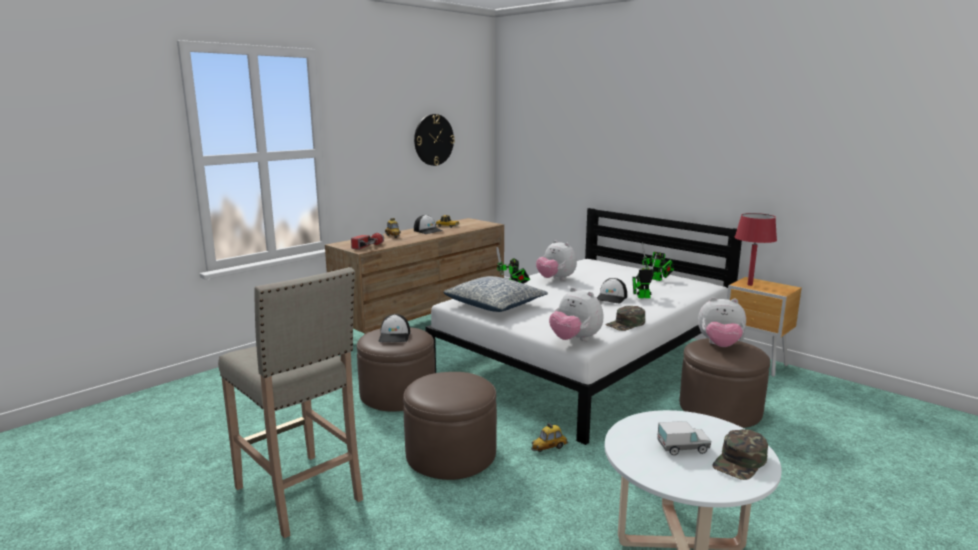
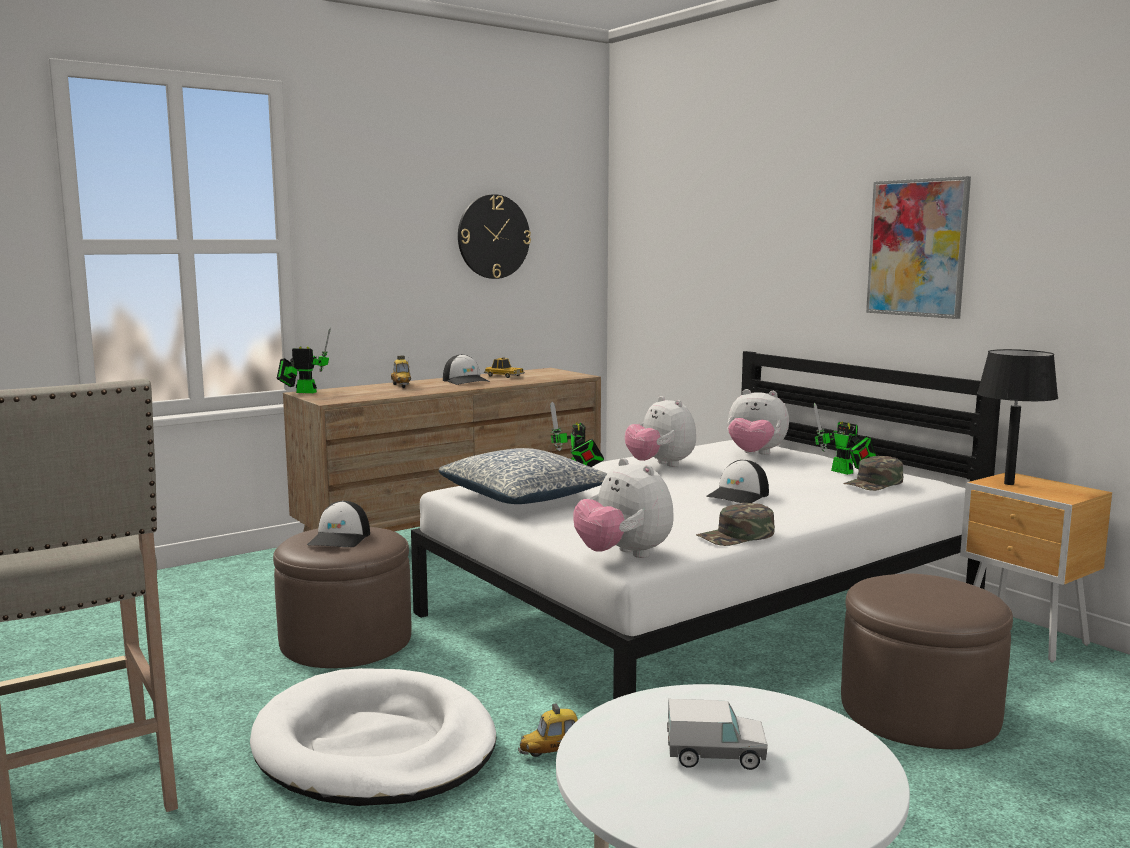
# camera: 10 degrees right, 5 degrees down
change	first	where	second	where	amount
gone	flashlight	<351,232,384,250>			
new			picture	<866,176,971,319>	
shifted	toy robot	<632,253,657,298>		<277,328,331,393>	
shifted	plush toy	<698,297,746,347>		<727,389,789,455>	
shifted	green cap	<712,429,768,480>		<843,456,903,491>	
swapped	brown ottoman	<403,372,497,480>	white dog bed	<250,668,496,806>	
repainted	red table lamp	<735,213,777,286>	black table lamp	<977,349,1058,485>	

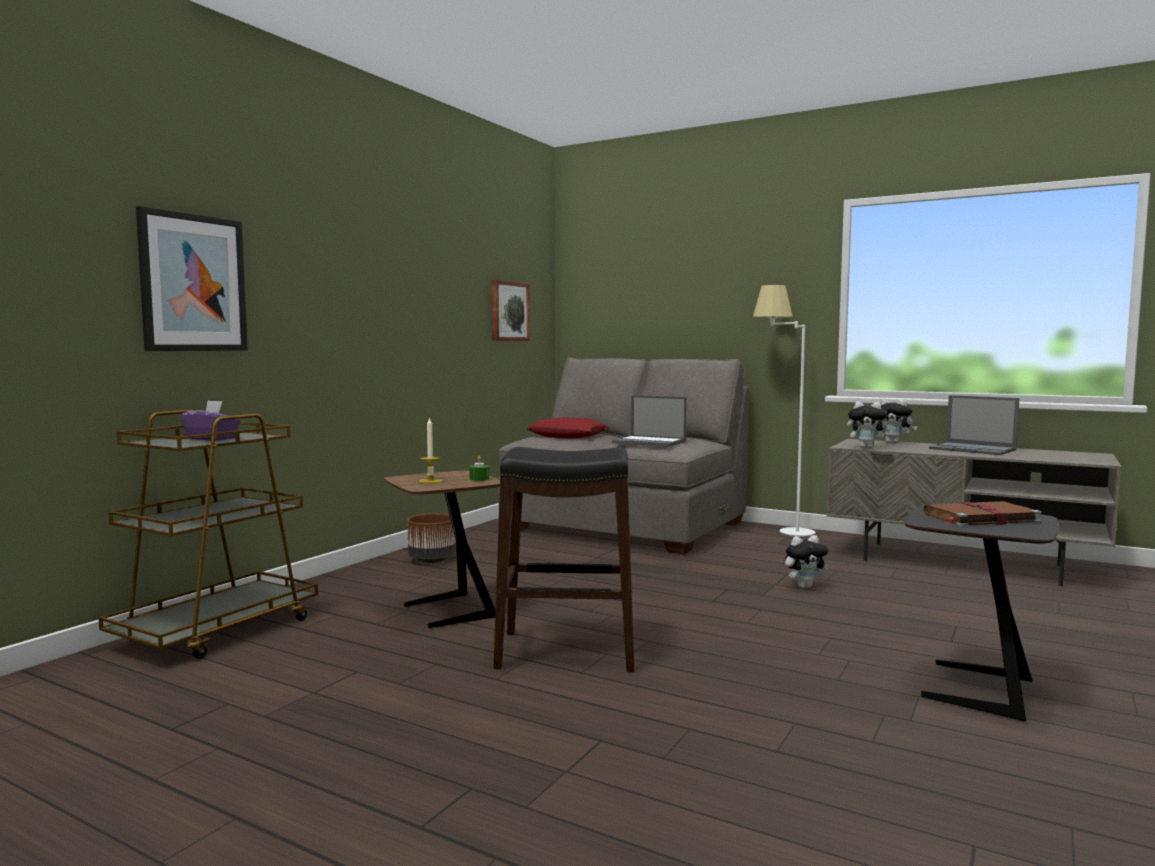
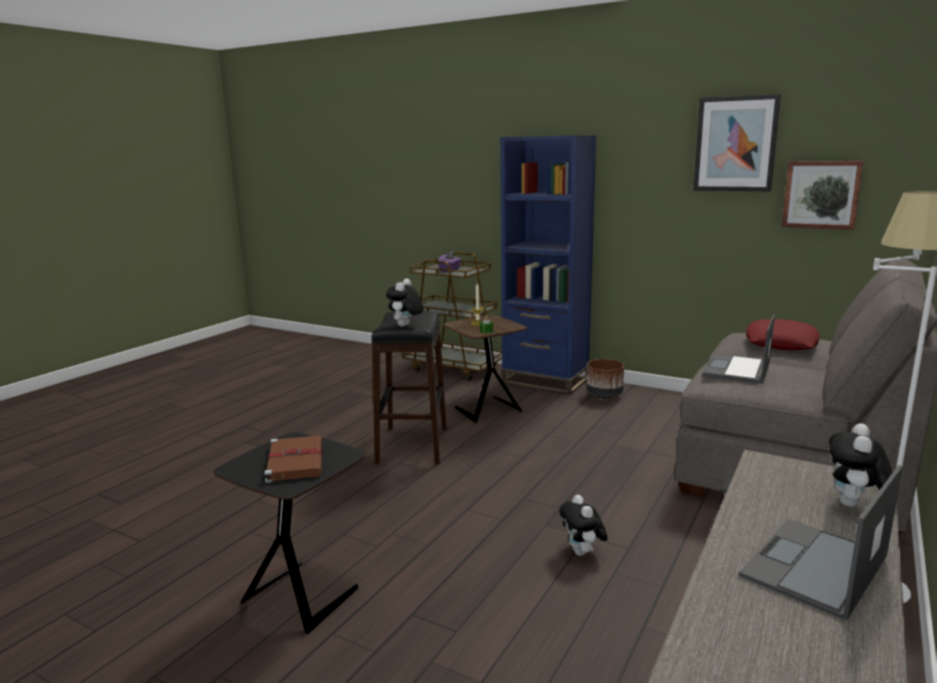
# camera: 90 degrees right, 10 degrees up
change	first	where	second	where	amount
new			blue bookcase	<500,135,597,395>	
shifted	picture	<136,206,248,351>		<693,94,781,192>	
shifted	plush toy	<847,401,893,449>		<386,278,423,327>	

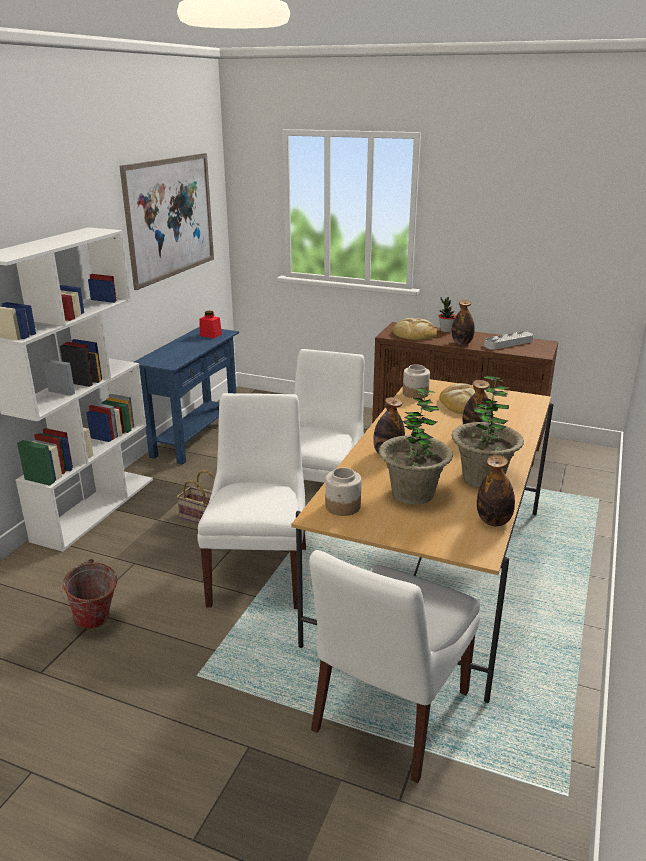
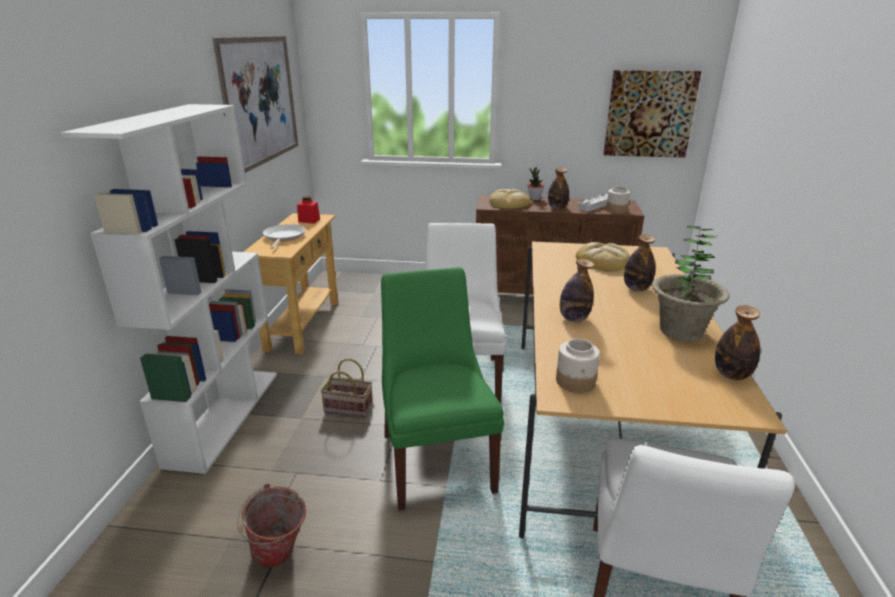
# camera: 15 degrees left, 0 degrees up
change	first	where	second	where	amount
gone	potted plant	<379,388,453,505>			
new			frying pan	<263,224,306,249>	
new			picture	<603,70,701,158>	
shifted	jar	<403,364,430,398>		<606,187,630,214>	
repainted	blue console table	<134,327,239,465>	beige console table	<244,213,338,354>	
repainted	white chair	<197,393,306,609>	green chair	<381,267,504,511>	

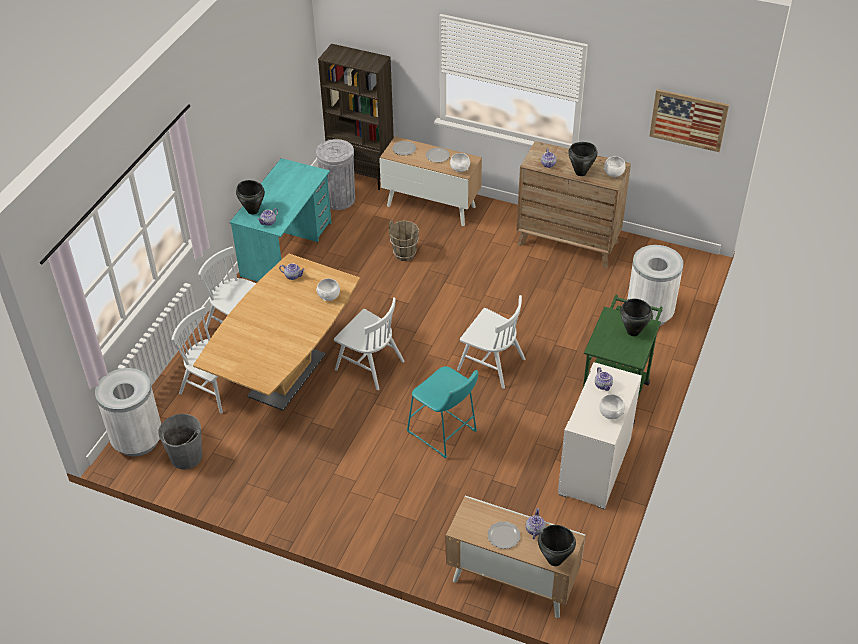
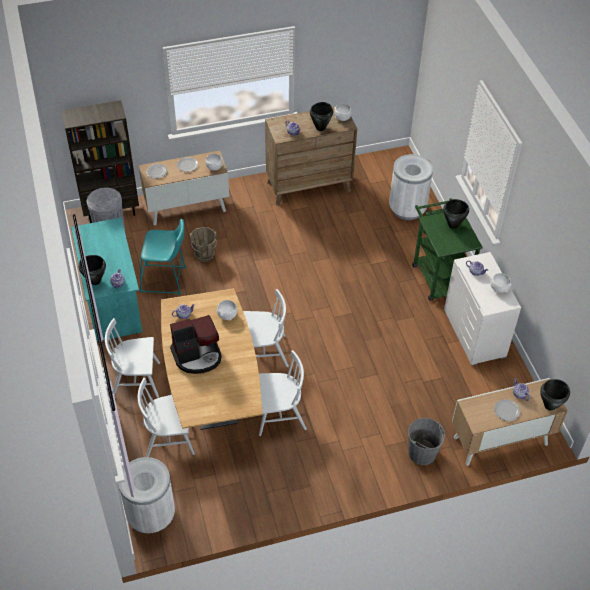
# camera: 40 degrees left, 5 degrees up
change	first	where	second	where	amount
gone	picture	<649,89,729,152>			
new			coffee machine	<170,315,221,374>	
shifted	grey bucket	<158,414,203,470>		<408,418,445,465>	
shifted	turquoise stool	<406,366,478,458>		<139,219,186,295>	
shifted	white chair	<457,295,525,389>		<259,350,307,436>	

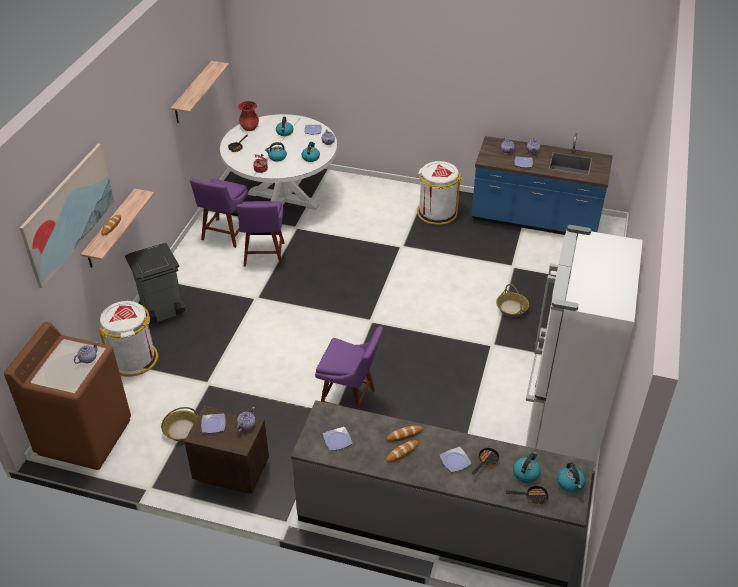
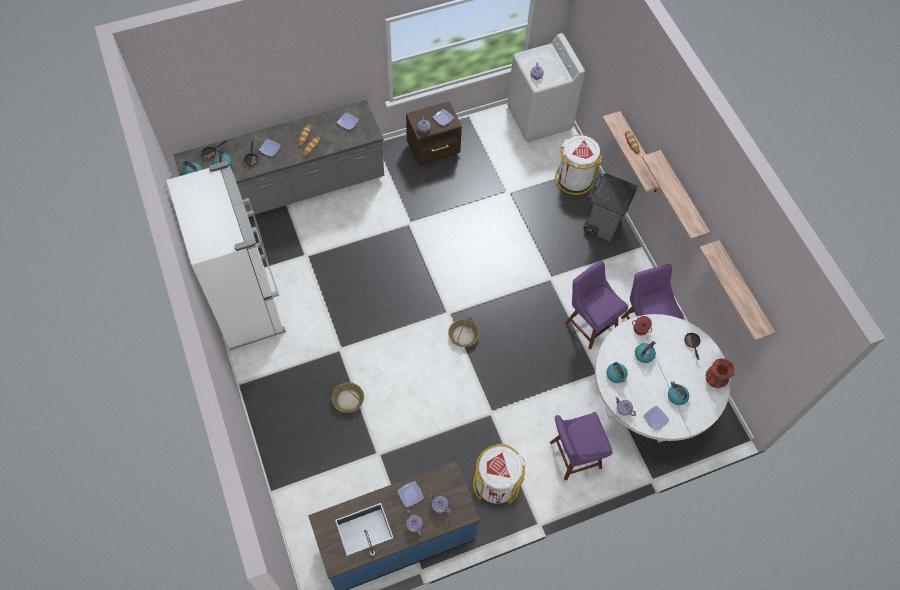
# camera: 140 degrees right, 20 degrees up
change	first	where	second	where	amount
gone	picture	<20,144,114,288>			
new			shelf	<642,150,710,240>	
shifted	basket	<161,407,198,441>		<448,317,479,347>	
shifted	purple chair	<315,326,383,410>		<550,412,612,480>	
repainted	brown washing machine	<4,322,131,470>	white washing machine	<507,33,585,142>	

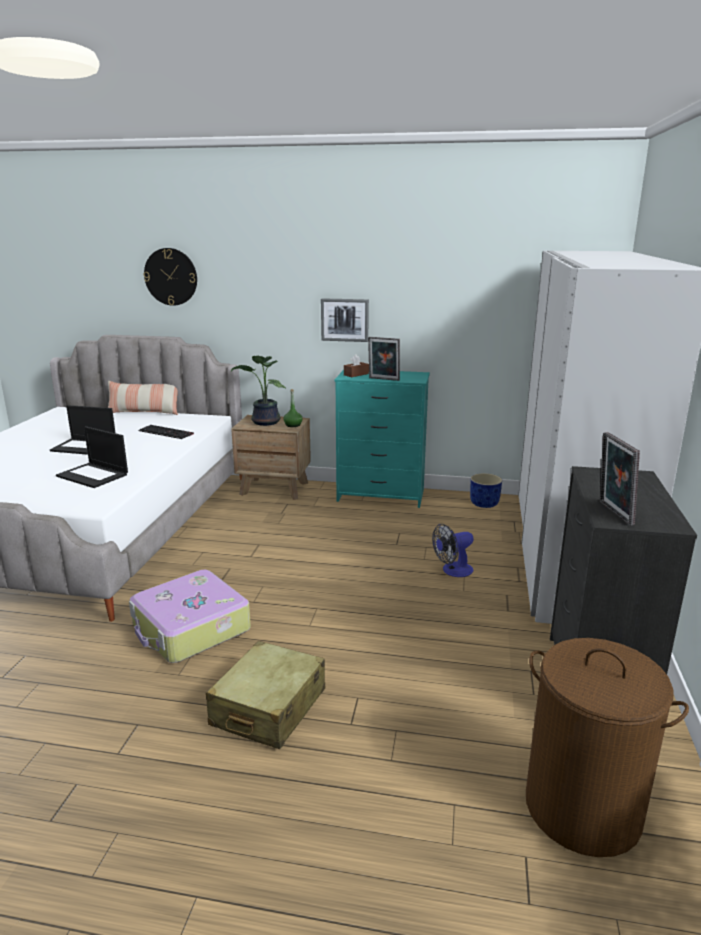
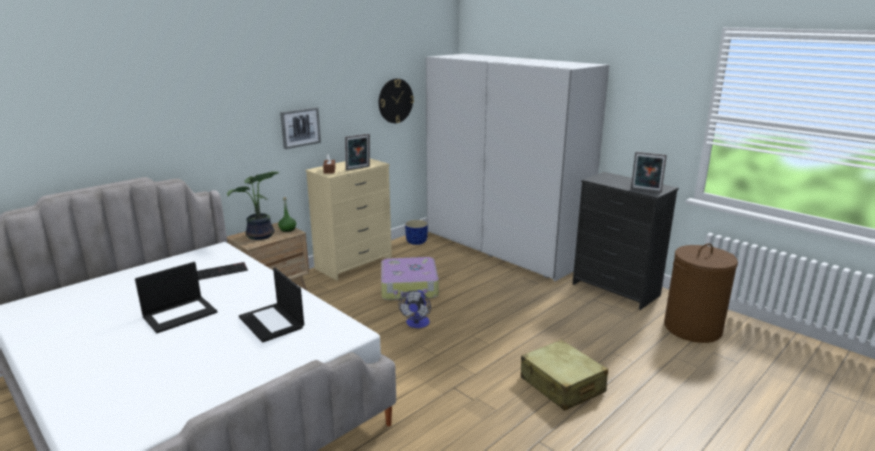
# camera: 55 degrees left, 0 degrees up
change	first	where	second	where	amount
gone	pillow	<108,381,178,415>			
shifted	suitcase	<129,570,251,663>		<381,257,439,300>	
shifted	wall clock	<144,248,197,306>		<379,79,414,123>	
shifted	fan	<432,524,474,577>		<398,290,431,328>	
repainted	turquoise dresser	<334,370,430,508>	beige dresser	<305,158,392,281>	
rotated	laptop	<56,426,128,488>		<239,268,304,343>	75 degrees clockwise

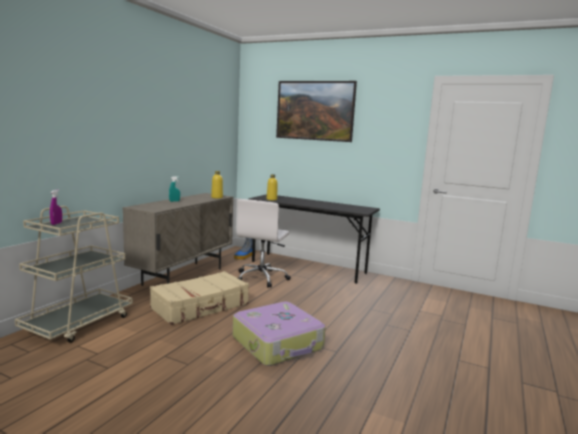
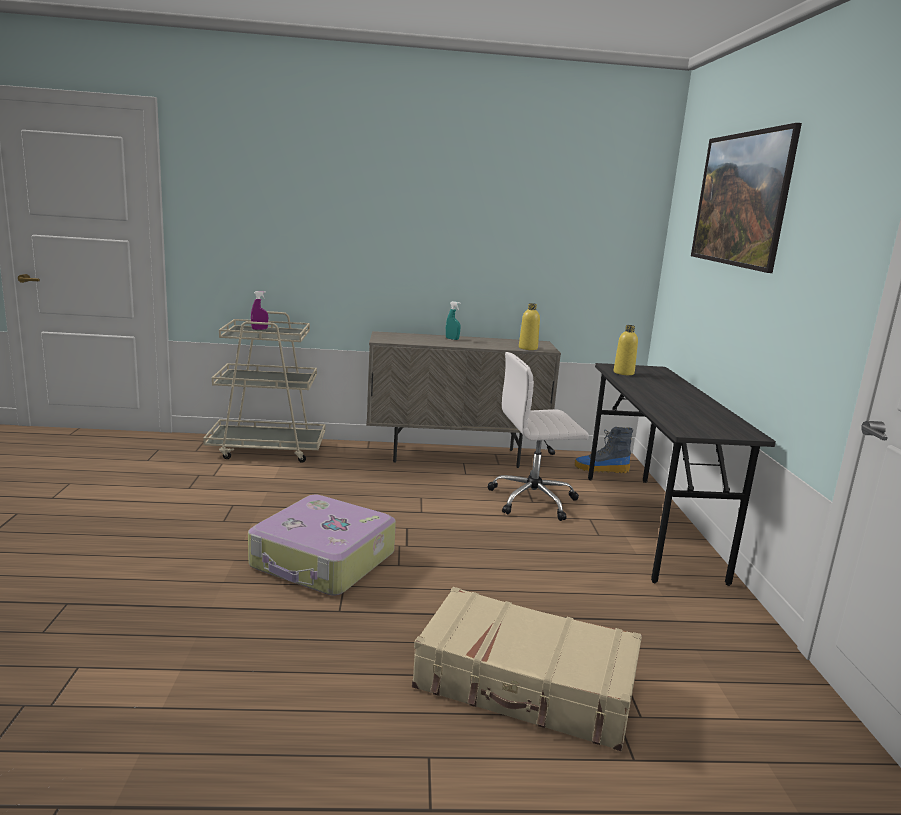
# camera: 60 degrees right, 5 degrees up
change	first	where	second	where	amount
shifted	beige suitcase	<150,271,249,325>		<412,587,642,751>	

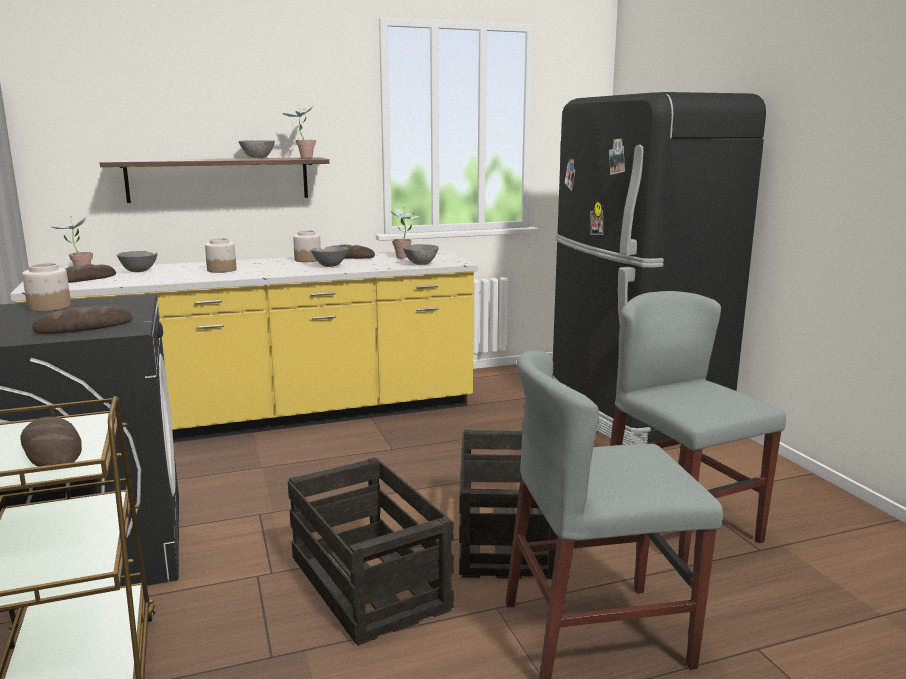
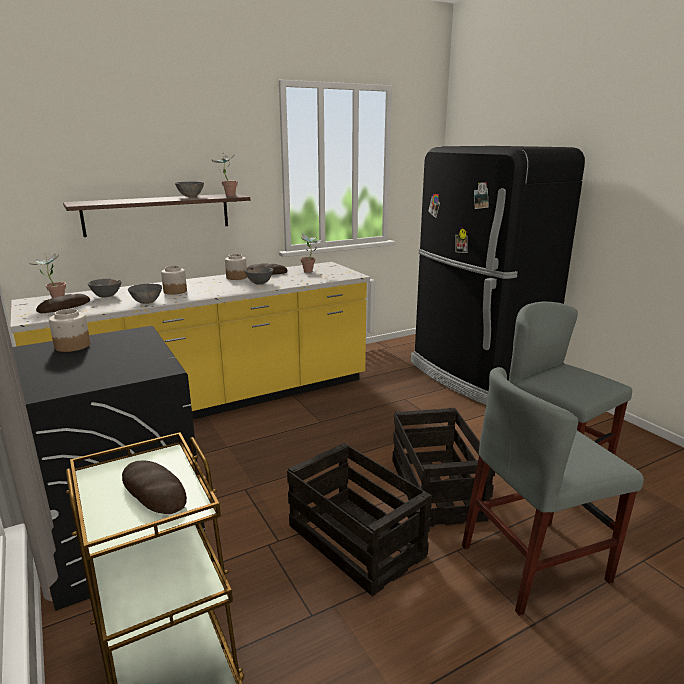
# camera: 10 degrees left, 5 degrees up
change	first	where	second	where	amount
gone	bread	<32,305,133,334>			
shifted	grey bowl	<403,244,439,265>		<128,284,162,304>	

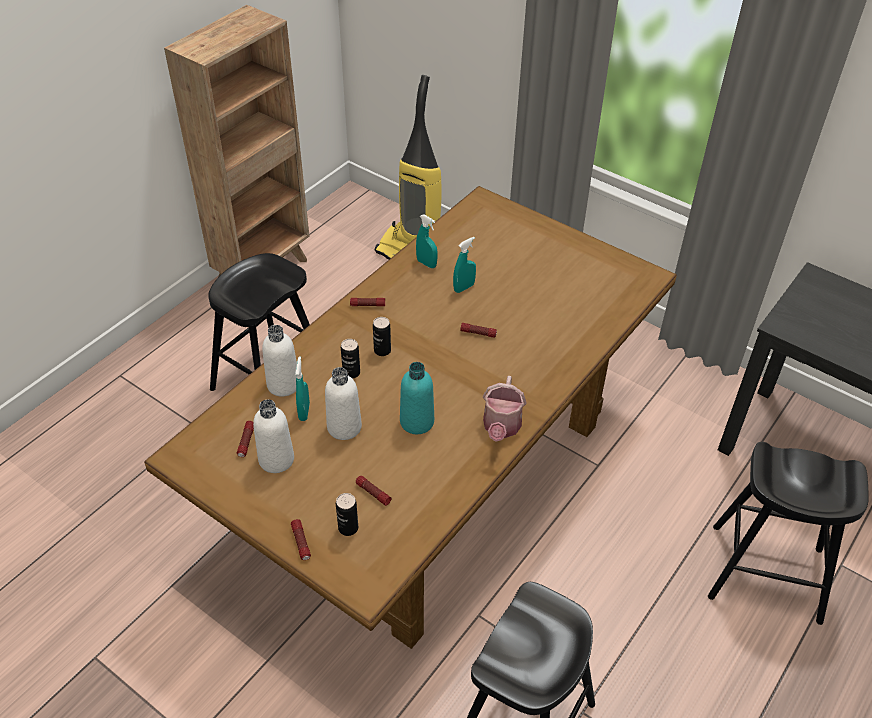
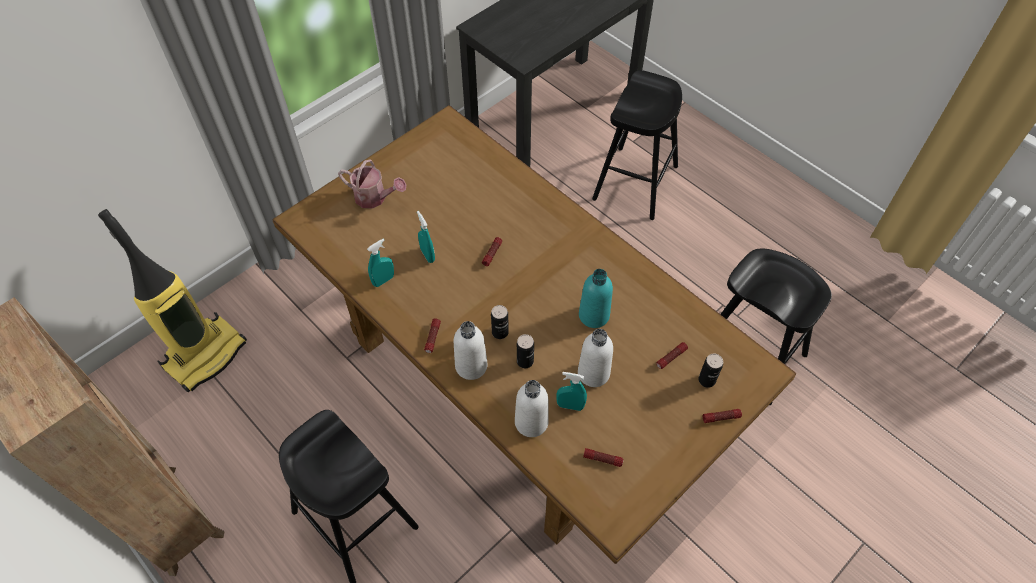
# camera: 80 degrees left, 10 degrees up
change	first	where	second	where	amount
shifted	white bottle	<253,400,294,473>		<454,321,487,380>	
shifted	watering can	<483,376,527,442>		<338,159,406,209>	

